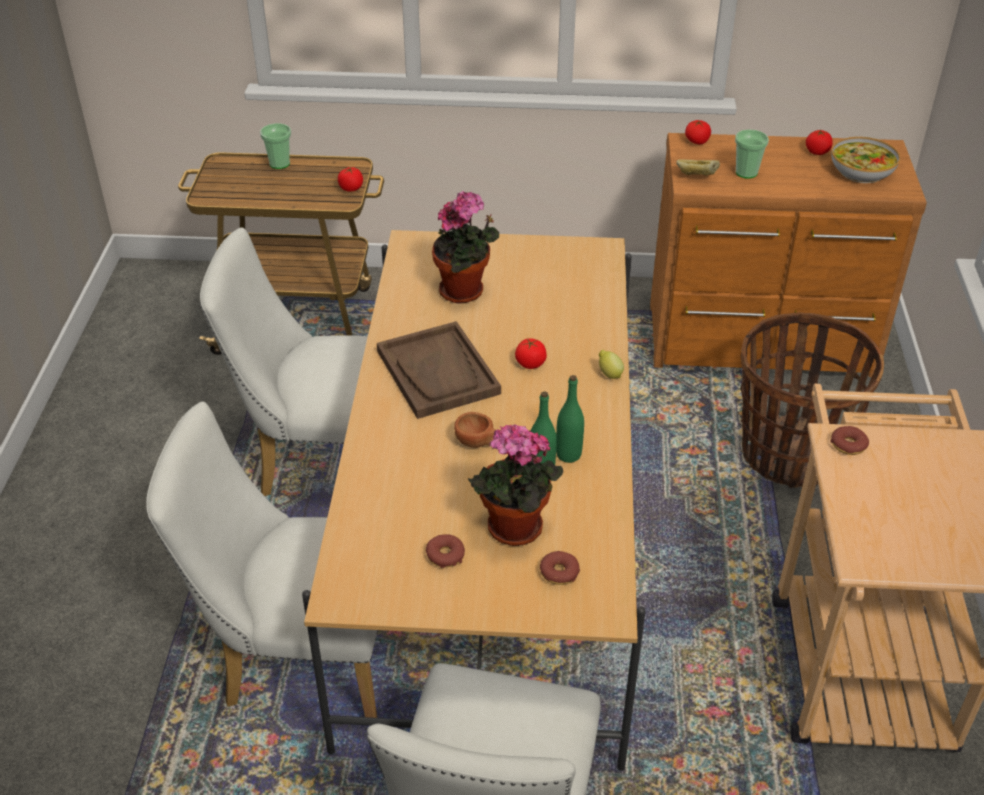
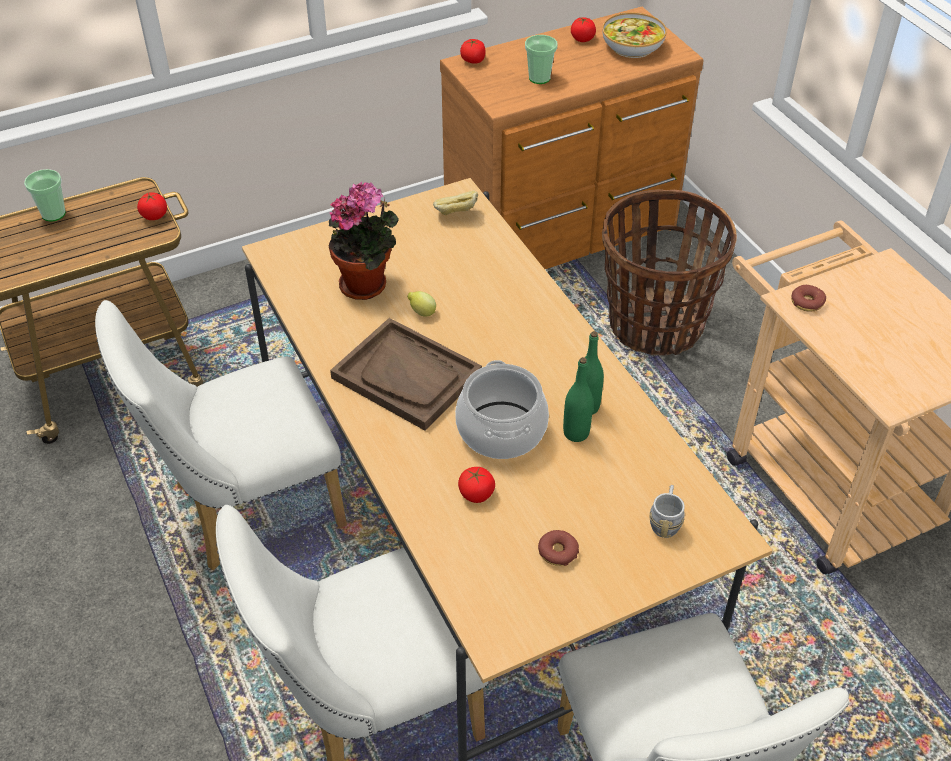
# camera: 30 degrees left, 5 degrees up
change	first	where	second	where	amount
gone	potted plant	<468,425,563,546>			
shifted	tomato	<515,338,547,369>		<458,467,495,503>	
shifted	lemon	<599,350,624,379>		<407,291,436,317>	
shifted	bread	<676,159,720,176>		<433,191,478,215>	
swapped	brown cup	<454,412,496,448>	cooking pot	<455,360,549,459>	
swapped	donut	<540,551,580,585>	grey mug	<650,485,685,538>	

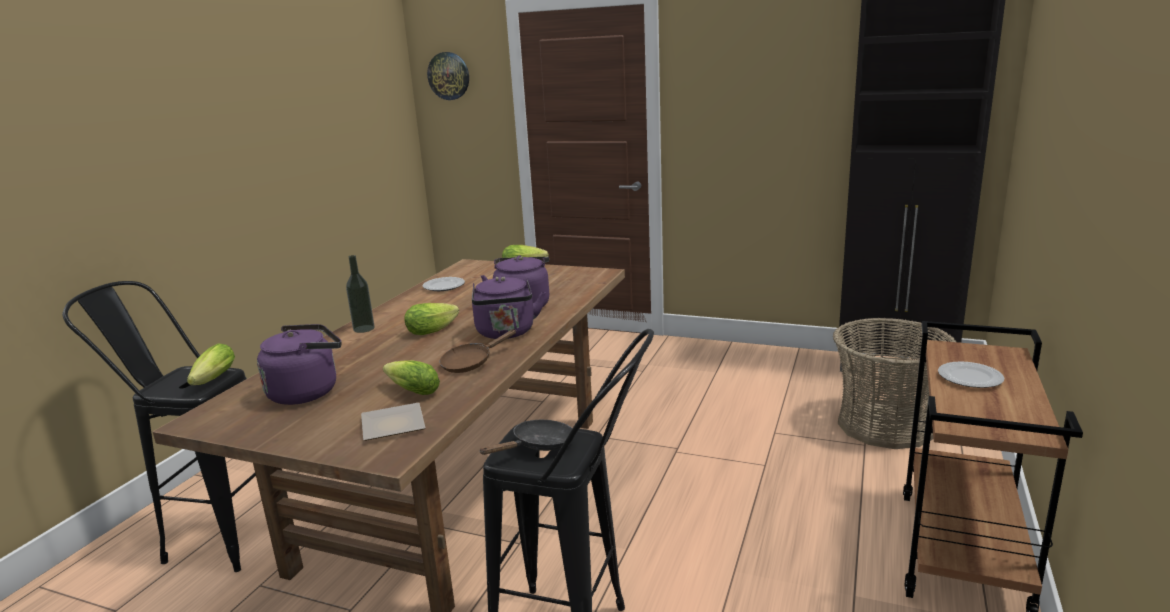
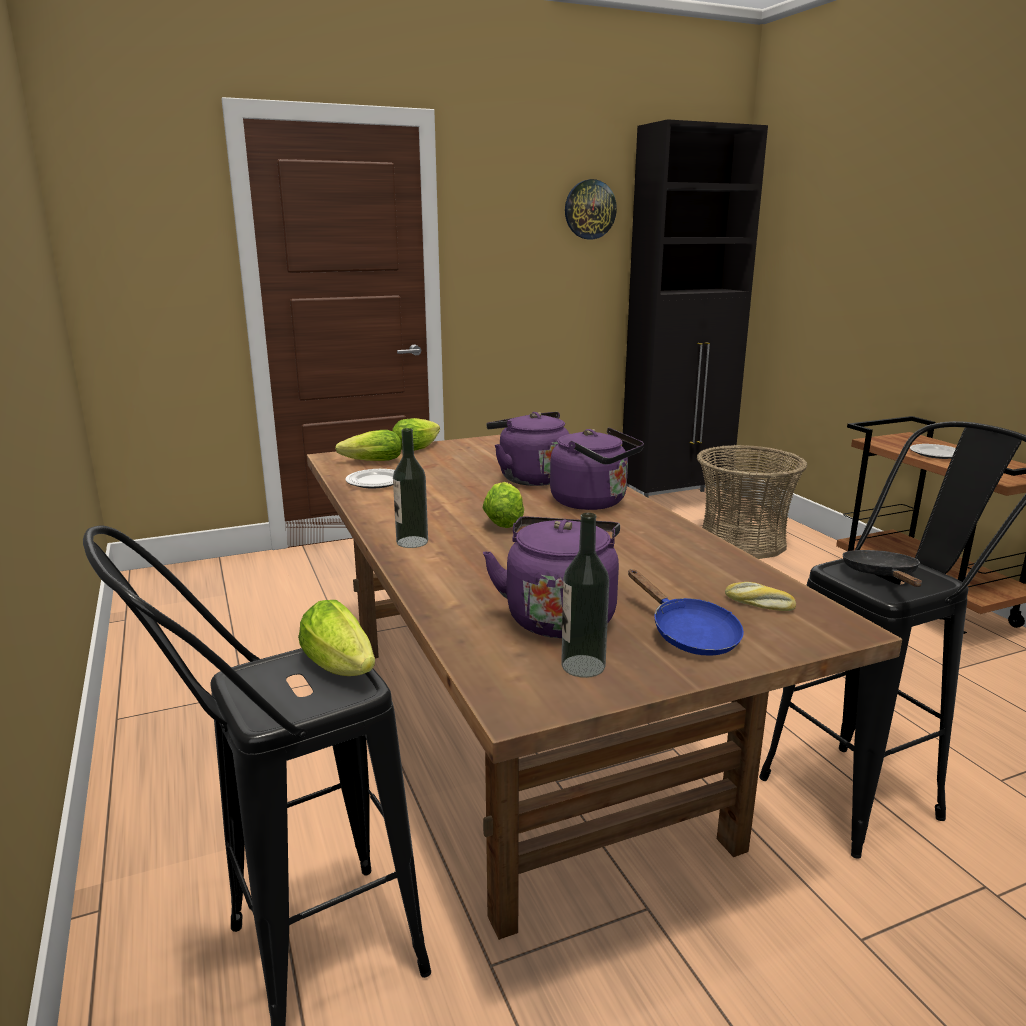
# camera: 45 degrees left, 0 degrees up
change	first	where	second	where	amount
gone	brown frying pan	<440,329,516,373>			
new			bottle	<561,513,609,678>	
new			blue frying pan	<628,569,744,656>	
shifted	lettuce	<382,360,440,395>		<335,430,401,461>	
shifted	wall clock	<427,52,469,100>		<565,179,617,239>	
swapped	plate	<361,403,425,441>	bread	<725,582,796,611>	

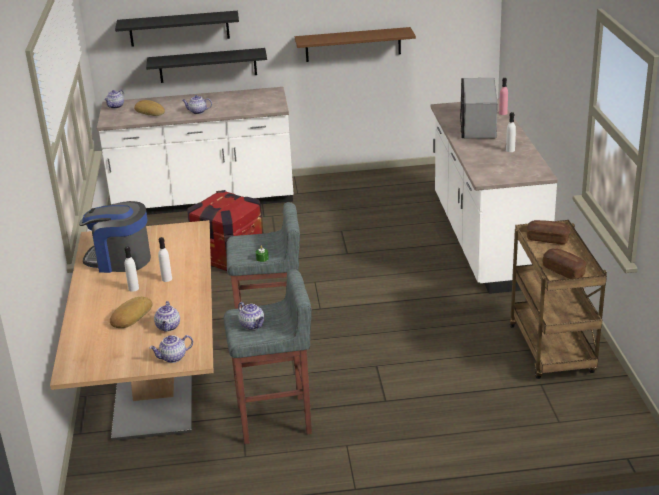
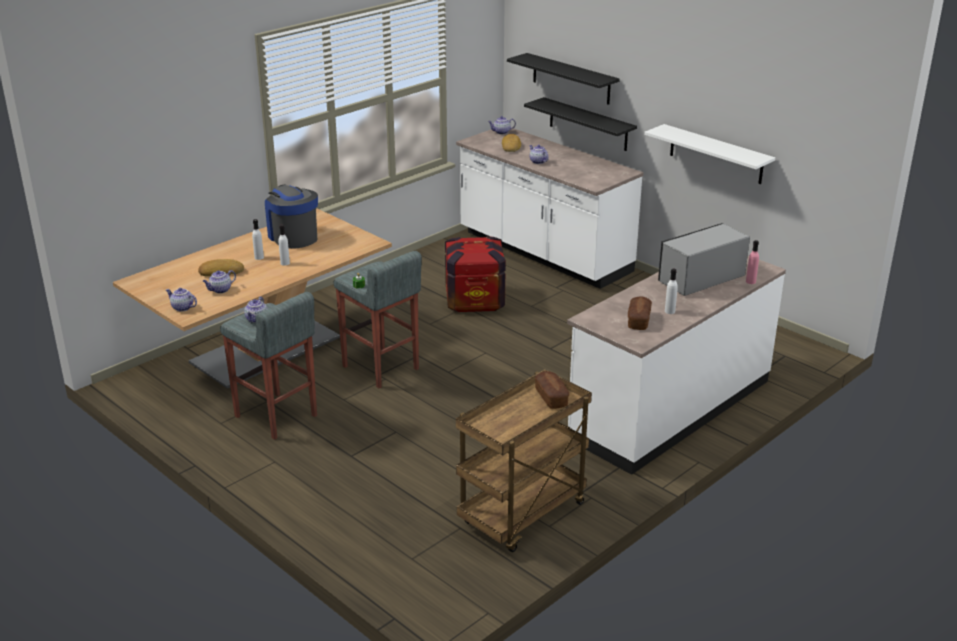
# camera: 50 degrees right, 0 degrees up
change	first	where	second	where	amount
shifted	bread	<543,248,586,279>		<628,296,652,330>	
repainted	brown shelf	<295,27,416,62>	white shelf	<644,124,775,184>	

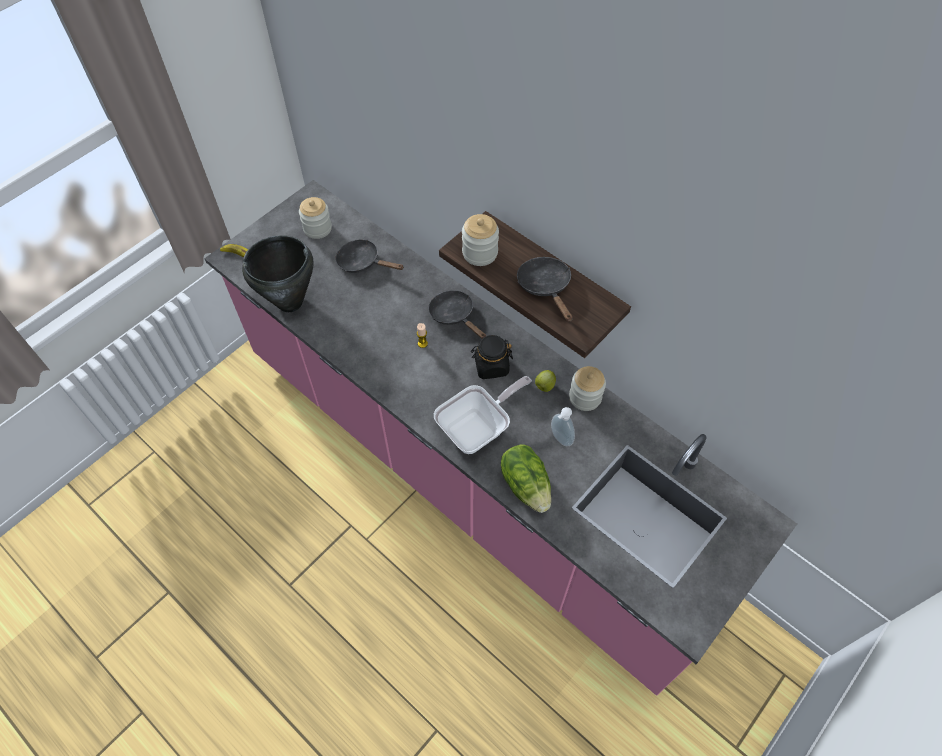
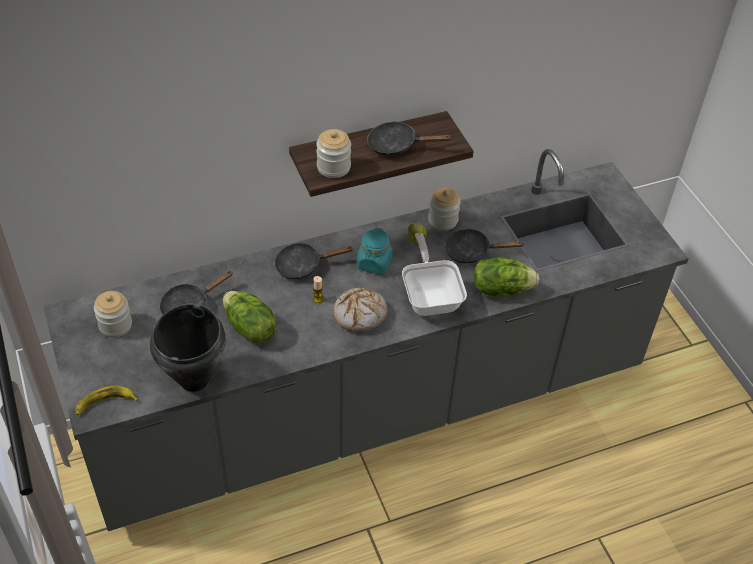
# camera: 65 degrees left, 10 degrees down
change	first	where	second	where	amount
new			lettuce	<223,291,277,343>	
new			bread	<333,288,388,333>	
swapped	soap dispenser	<551,407,575,446>	black frying pan	<444,228,524,263>	
repainted	pink counter	<204,180,797,696>	grey counter	<43,149,688,531>	
repainted	black jar	<471,335,513,379>	turquoise jar	<357,228,393,275>	

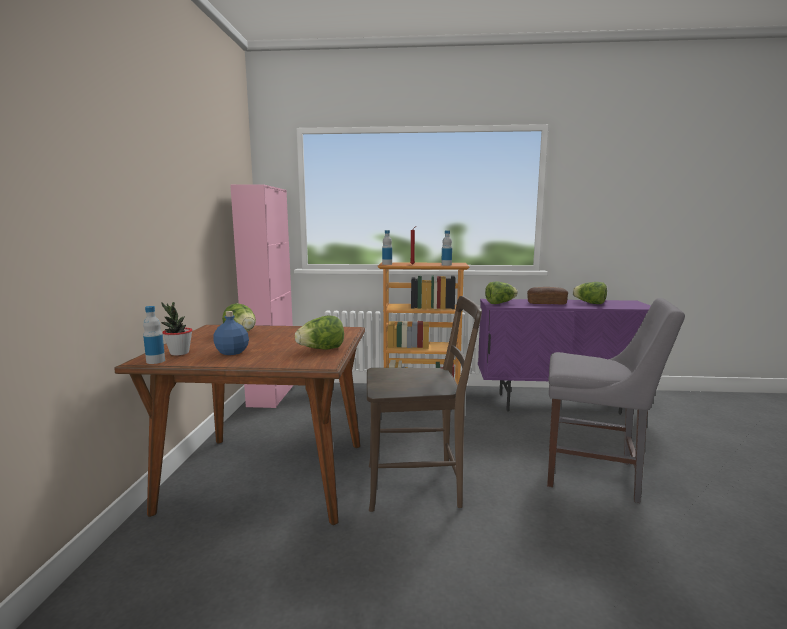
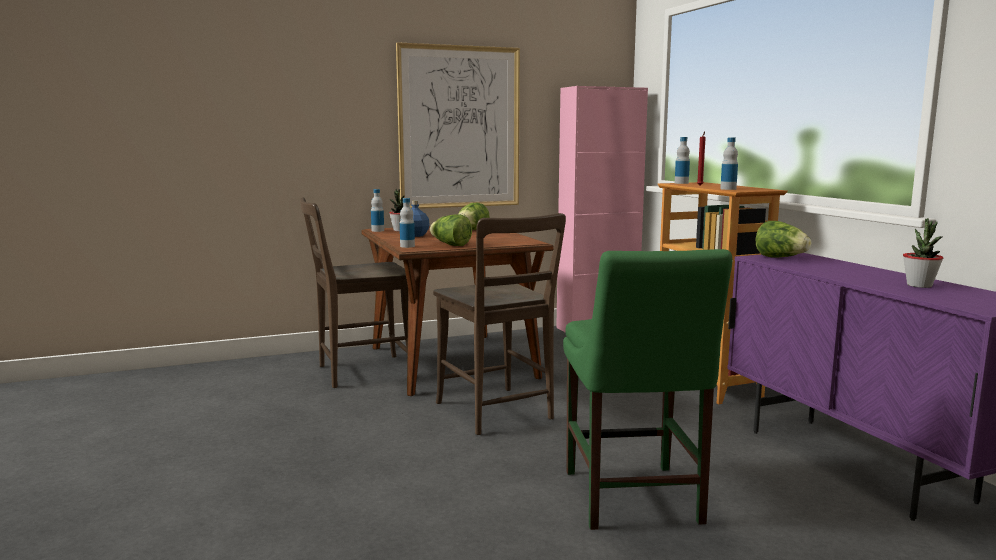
# camera: 65 degrees right, 0 degrees up
change	first	where	second	where	amount
gone	bread	<527,287,568,305>			
new			brown chair	<300,197,408,388>	
new			picture	<396,42,520,209>	
new			bottle	<400,198,415,248>	
swapped	lettuce	<573,282,607,304>	potted plant	<903,218,943,288>	
repainted	grey chair	<547,298,685,503>	green chair	<563,249,732,530>	

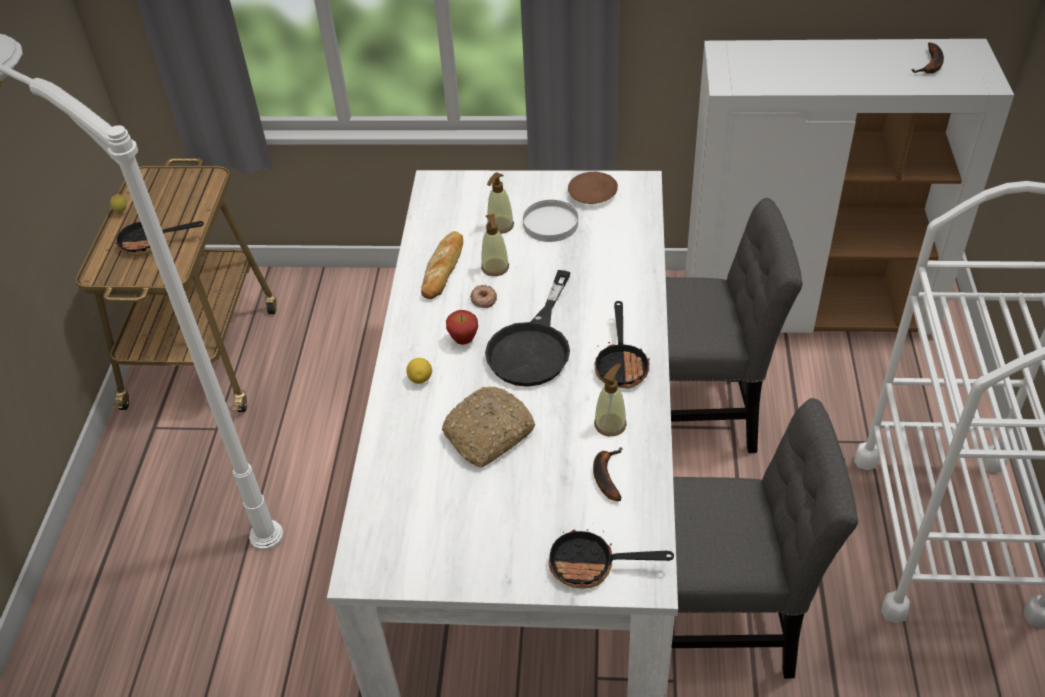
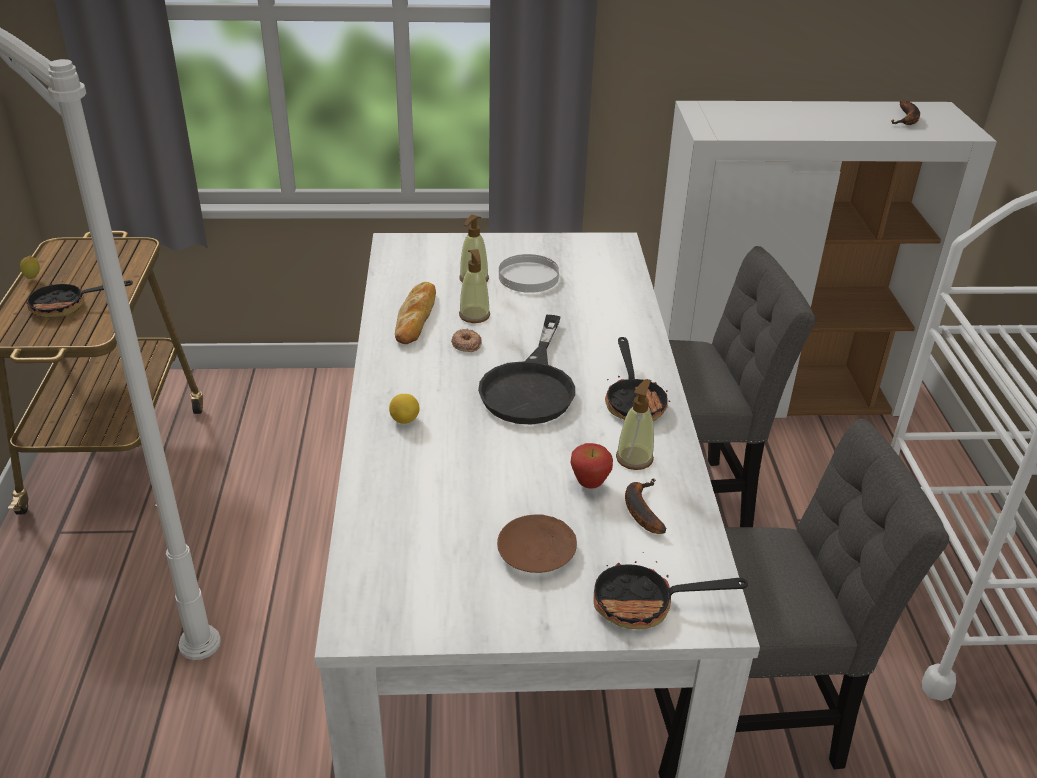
# camera: 10 degrees left, 10 degrees down
change	first	where	second	where	amount
gone	bread	<442,386,535,468>			
shifted	apple	<446,310,478,345>		<570,443,613,489>	
shifted	brown plate	<568,172,618,204>		<497,514,577,573>	

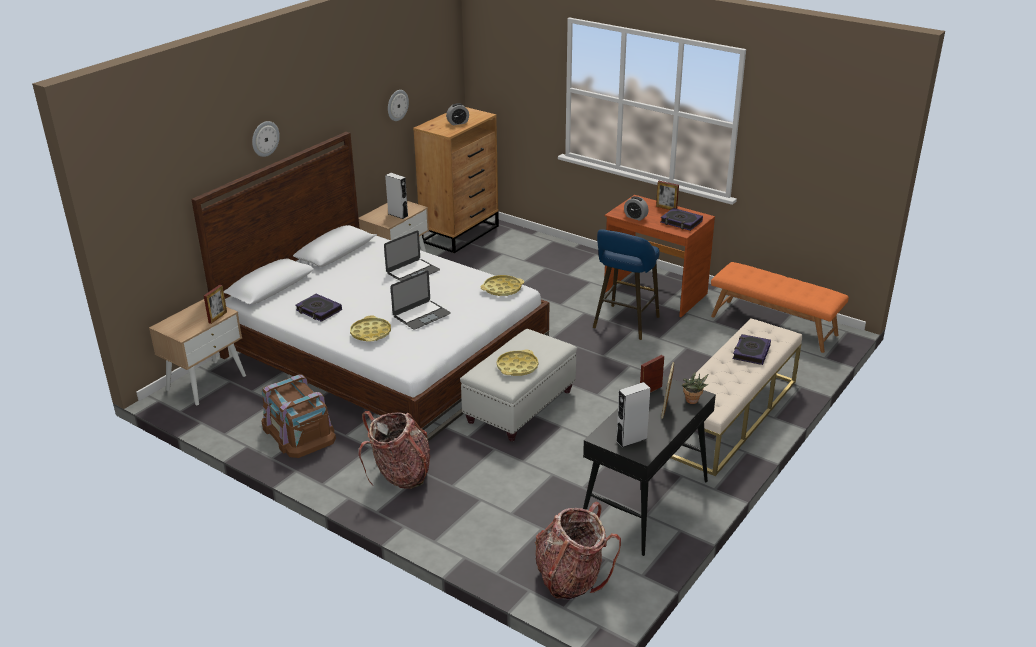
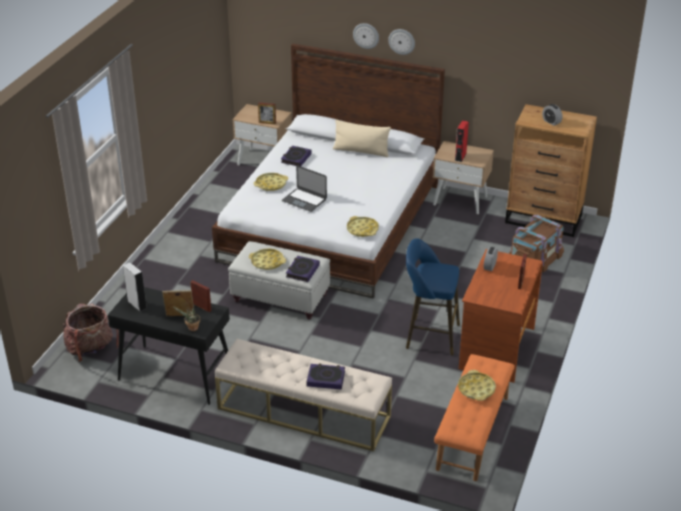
# camera: 75 degrees right, 5 degrees up
change	first	where	second	where	amount
gone	backpack	<358,411,430,489>			
gone	laptop	<384,230,440,281>			
new			beige pillow	<333,120,391,157>	
new			yellow tray	<458,370,496,401>	
shifted	brown storage box	<261,375,336,458>		<509,215,564,272>	
shifted	wall clock	<388,90,409,121>		<388,29,415,55>	
shifted	book	<661,208,703,231>		<286,256,320,282>	
repainted	grey speaker	<385,173,408,219>	red speaker	<455,120,469,162>	

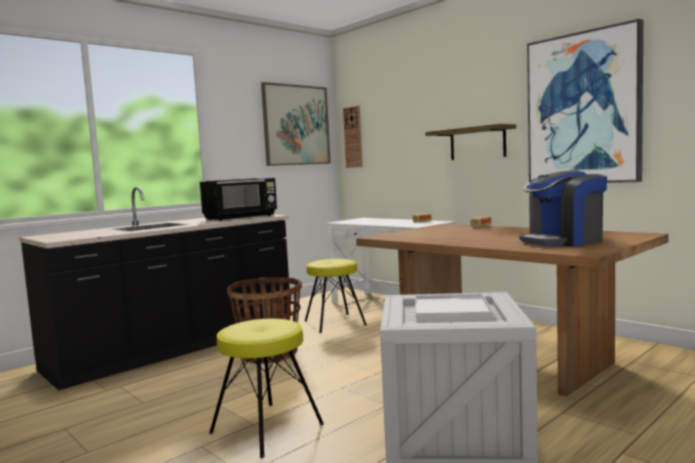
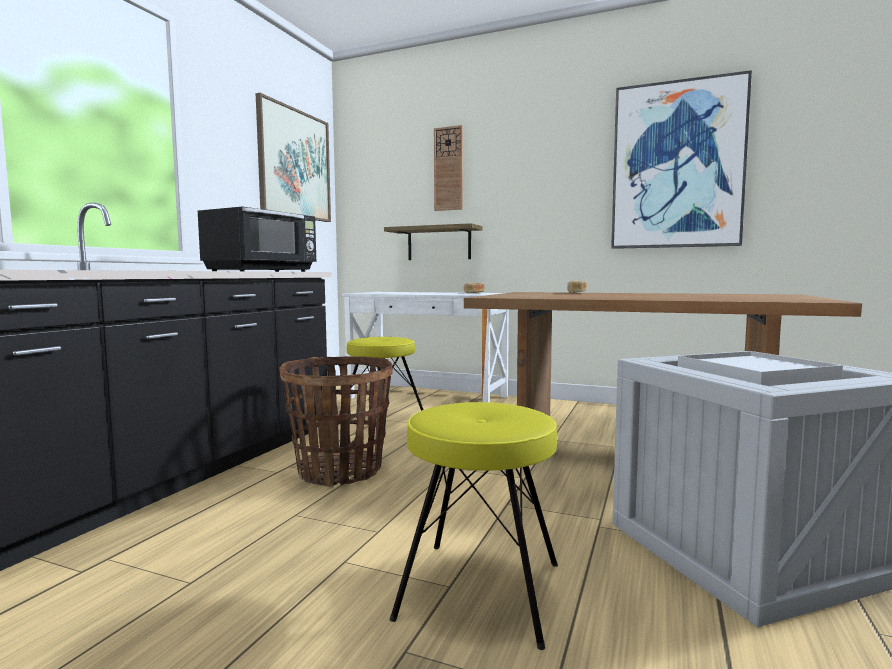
# camera: 25 degrees left, 0 degrees up
change	first	where	second	where	amount
gone	coffee machine	<519,170,607,247>			
shifted	wall clock	<343,106,363,168>		<434,125,463,211>	
shifted	shelf	<425,124,516,160>		<384,223,483,260>	

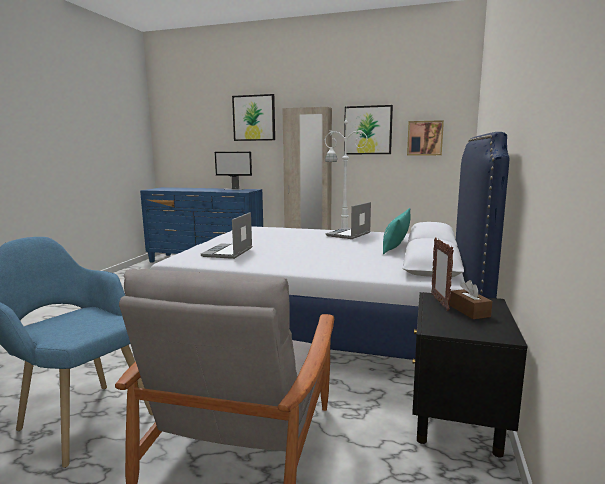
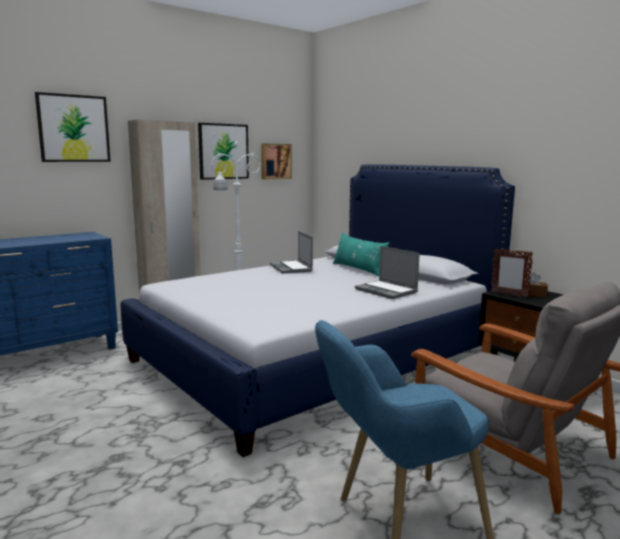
# camera: 55 degrees left, 0 degrees up
change	first	where	second	where	amount
gone	monitor	<215,152,252,190>			
shifted	laptop	<201,212,252,259>		<355,246,420,299>	

